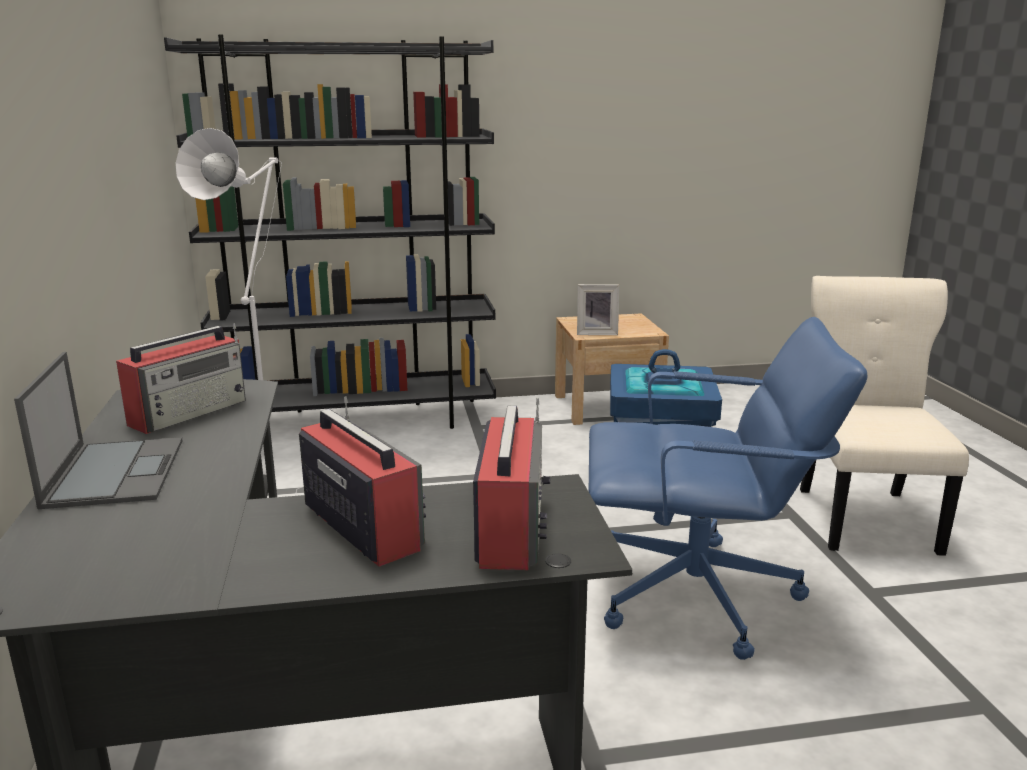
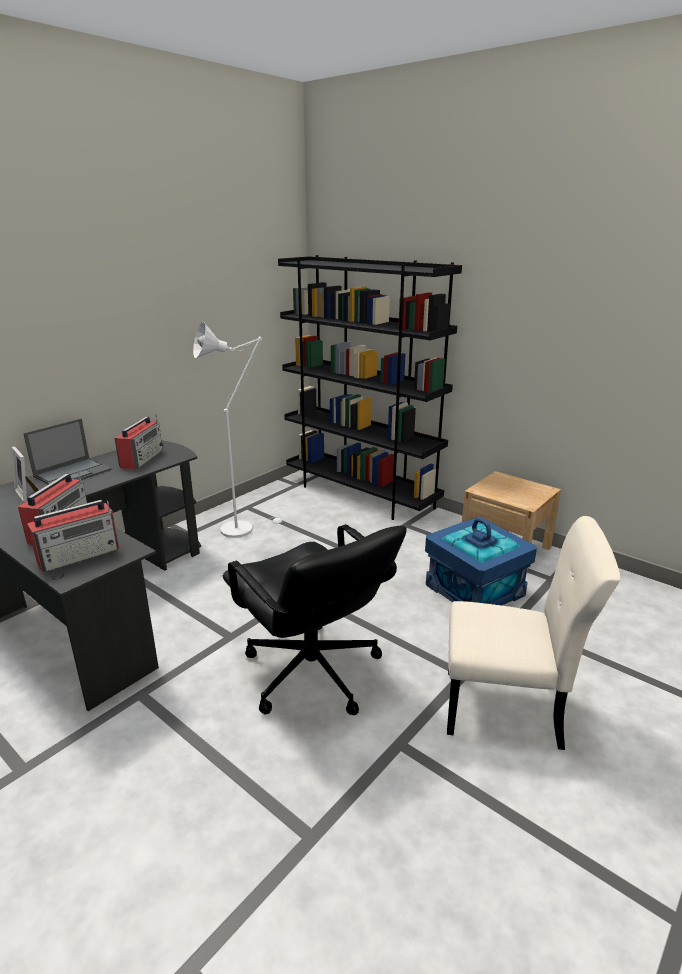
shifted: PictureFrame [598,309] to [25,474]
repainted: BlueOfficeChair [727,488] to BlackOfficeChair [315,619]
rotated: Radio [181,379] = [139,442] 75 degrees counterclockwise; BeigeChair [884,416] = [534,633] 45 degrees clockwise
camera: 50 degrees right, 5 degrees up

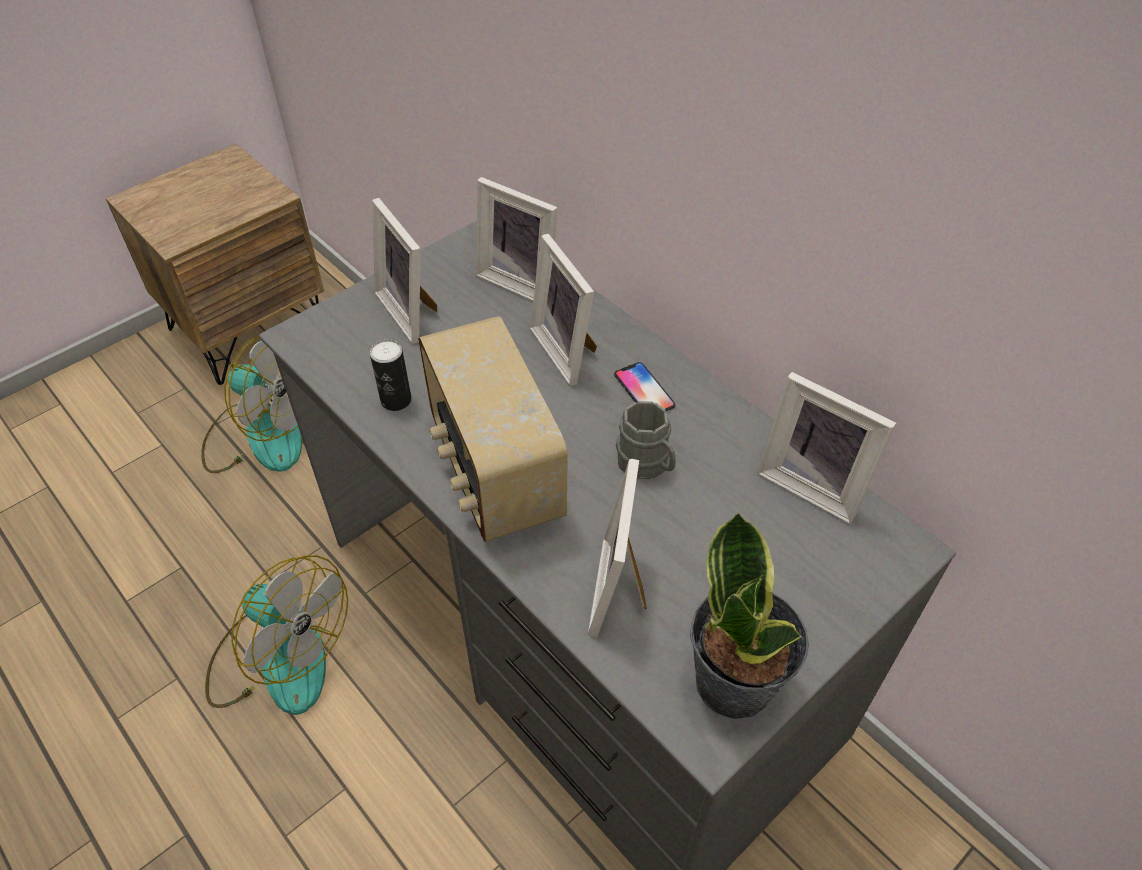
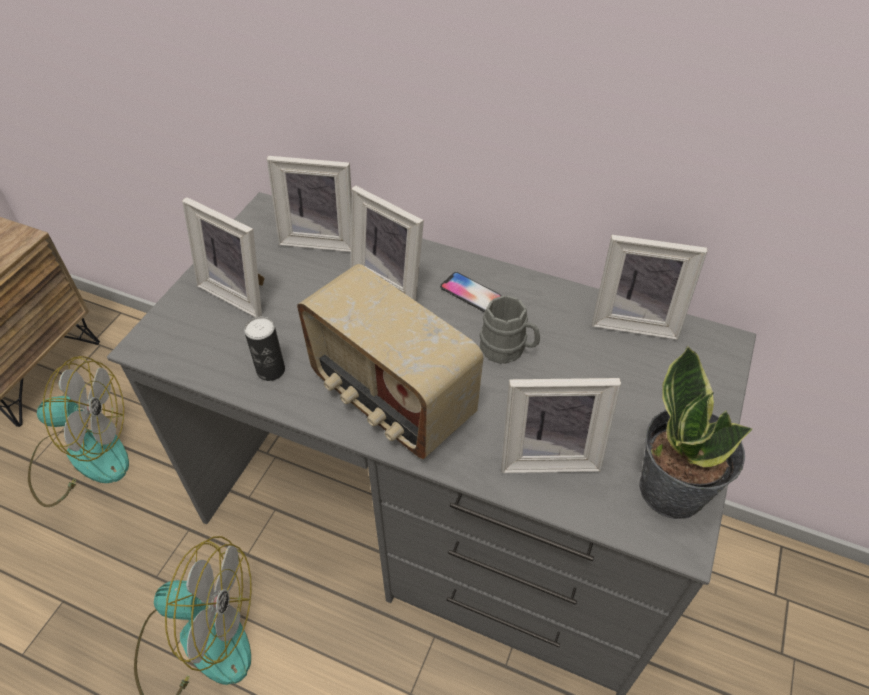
rotated: PictureFrame [617,548] = [561,425] 75 degrees counterclockwise
camera: 25 degrees left, 0 degrees up

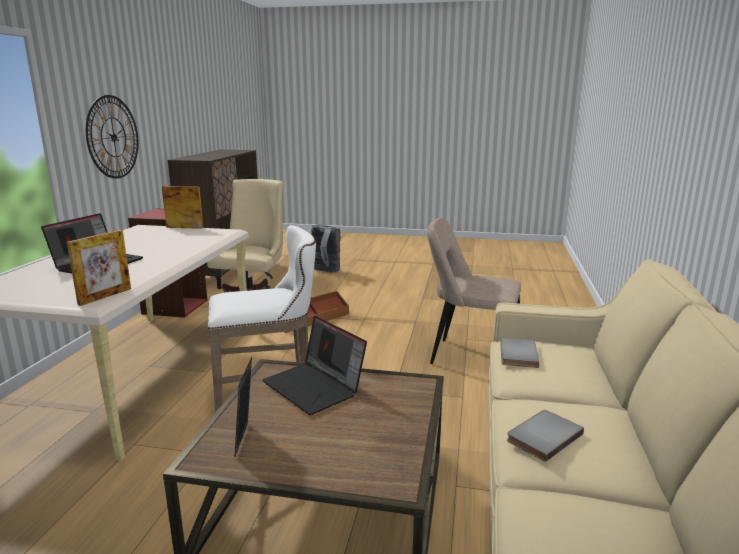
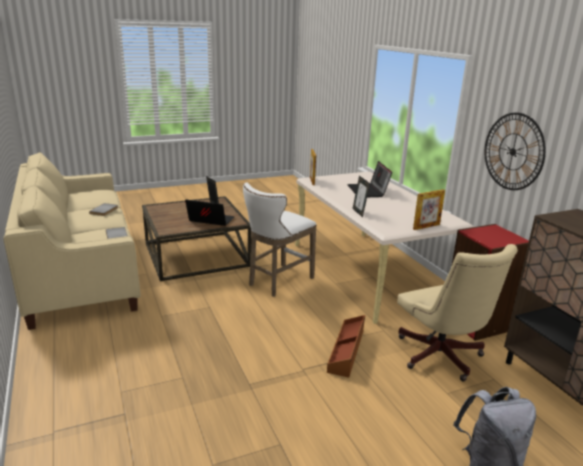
gone: BeigeChair [474,291]
new: PictureFrame [361,197]
camera: 145 degrees right, 5 degrees up

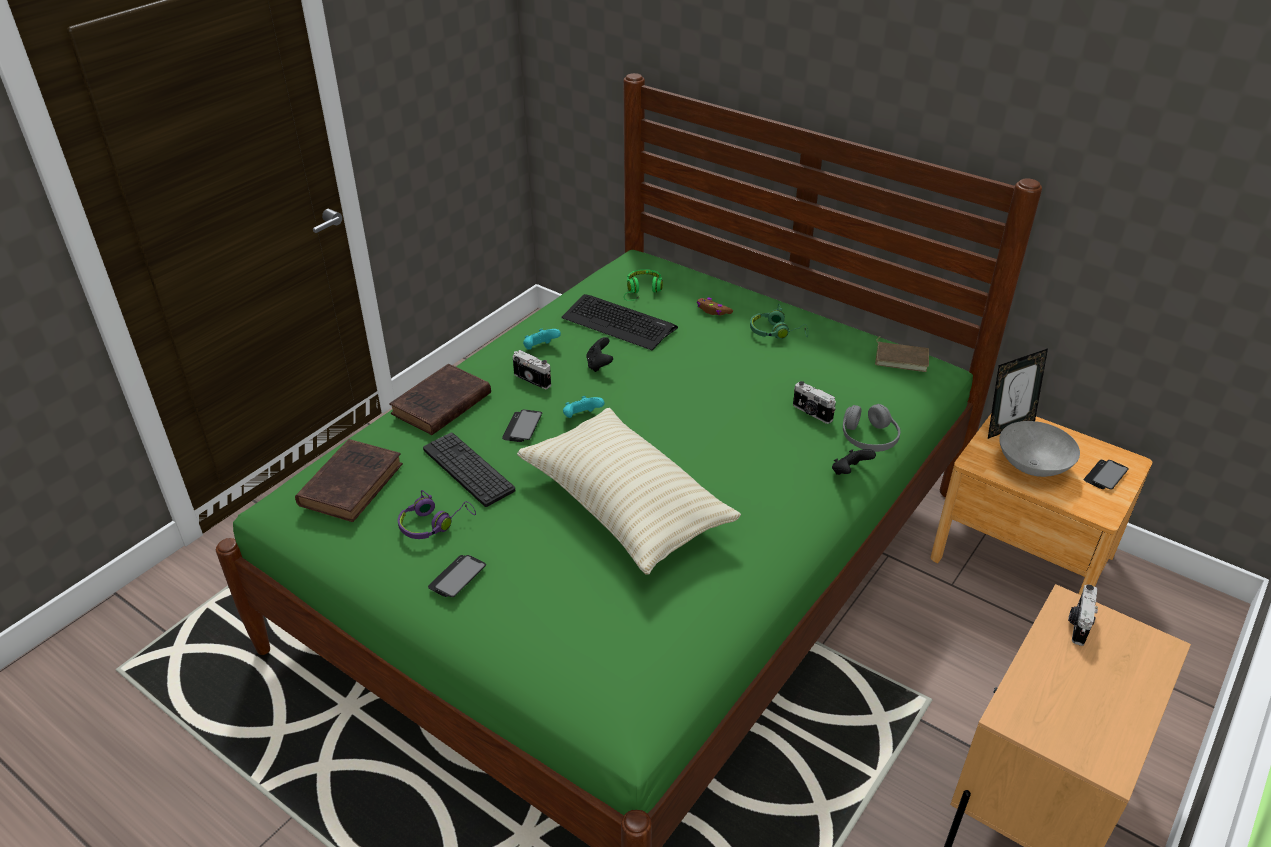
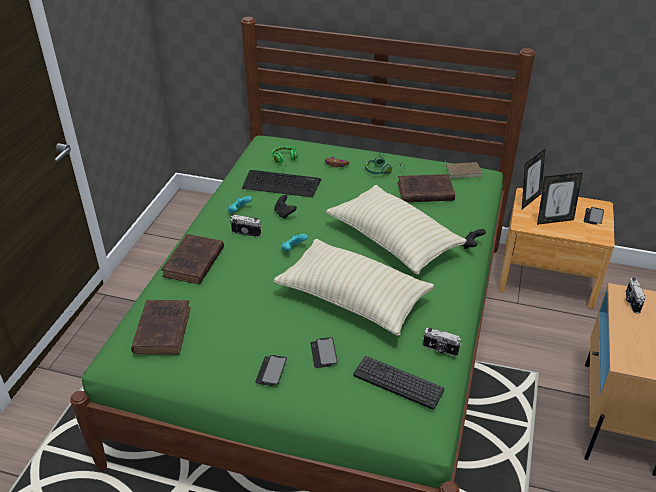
gone: PurpleHeadphones [437,514]; GreyHeadphones [871,428]
new: BeigePillow [396,230]; BrownBook [426,188]
shifted: Keyboard [469,470] to [399,383]; Phone [522,425] to [324,352]; PhotoCamera [814,402] to [442,342]
swapped: GreyBowl [1039,449] to PictureFrame [560,198]
camera: 20 degrees left, 0 degrees up

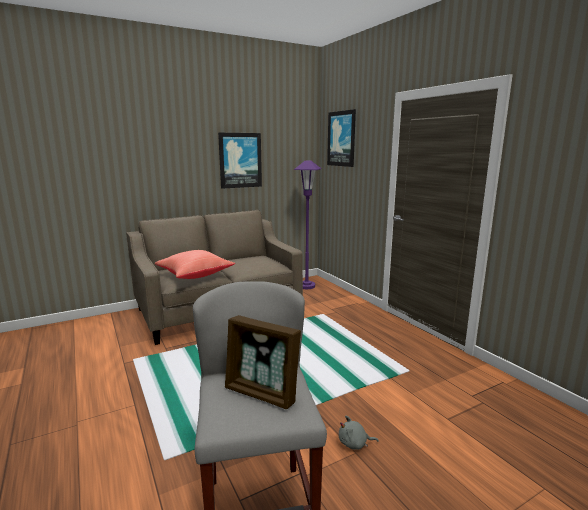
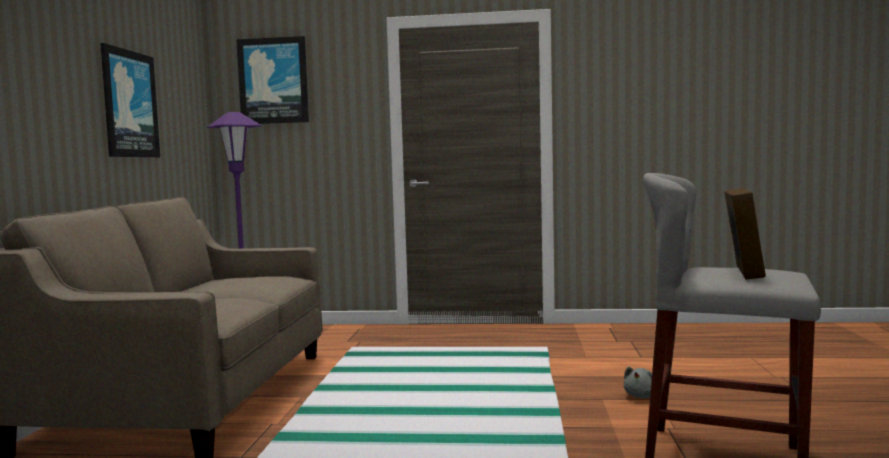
gone: RedPillow [195,264]
rotated: PictureFrame [263,362] = [745,233] 45 degrees counterclockwise
camera: 55 degrees left, 10 degrees down

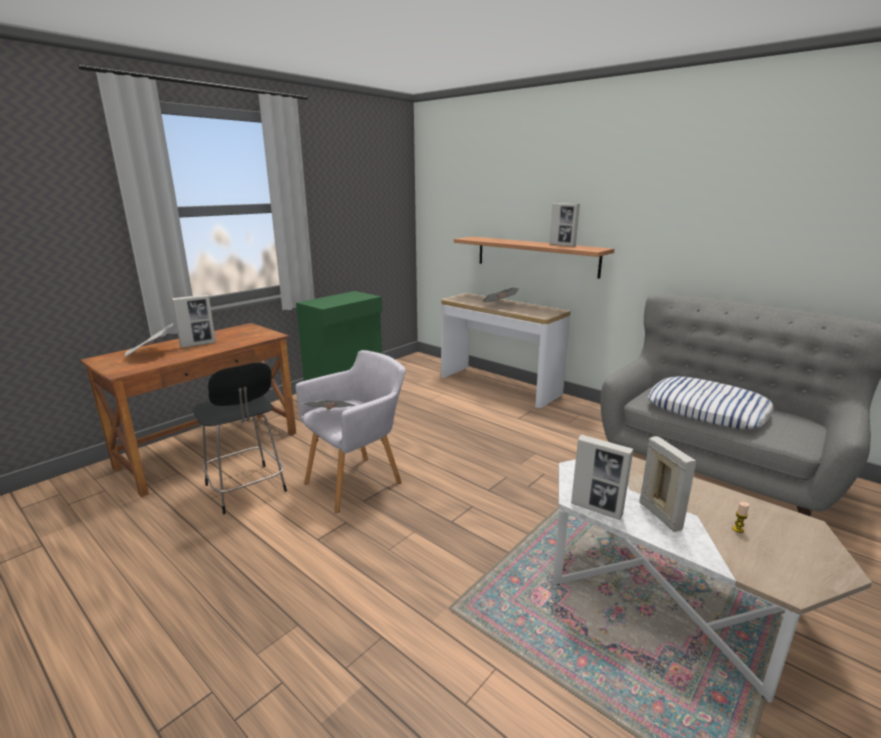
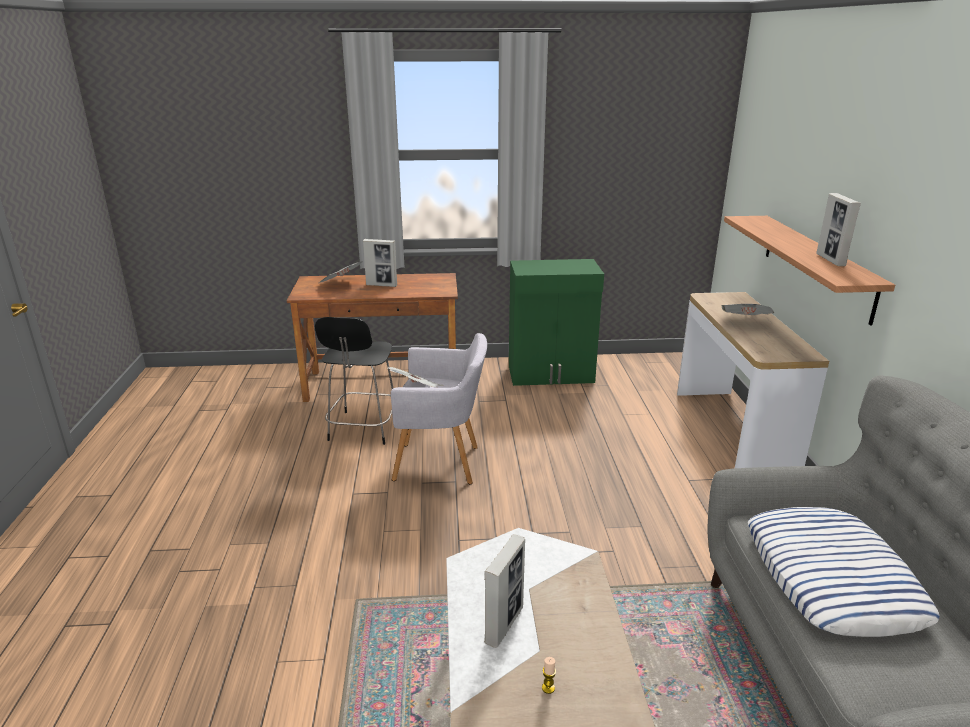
gone: PictureFrame [602,477]
camera: 45 degrees right, 5 degrees up

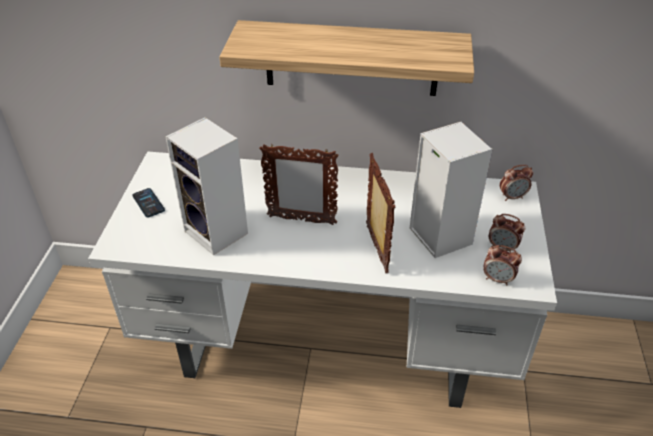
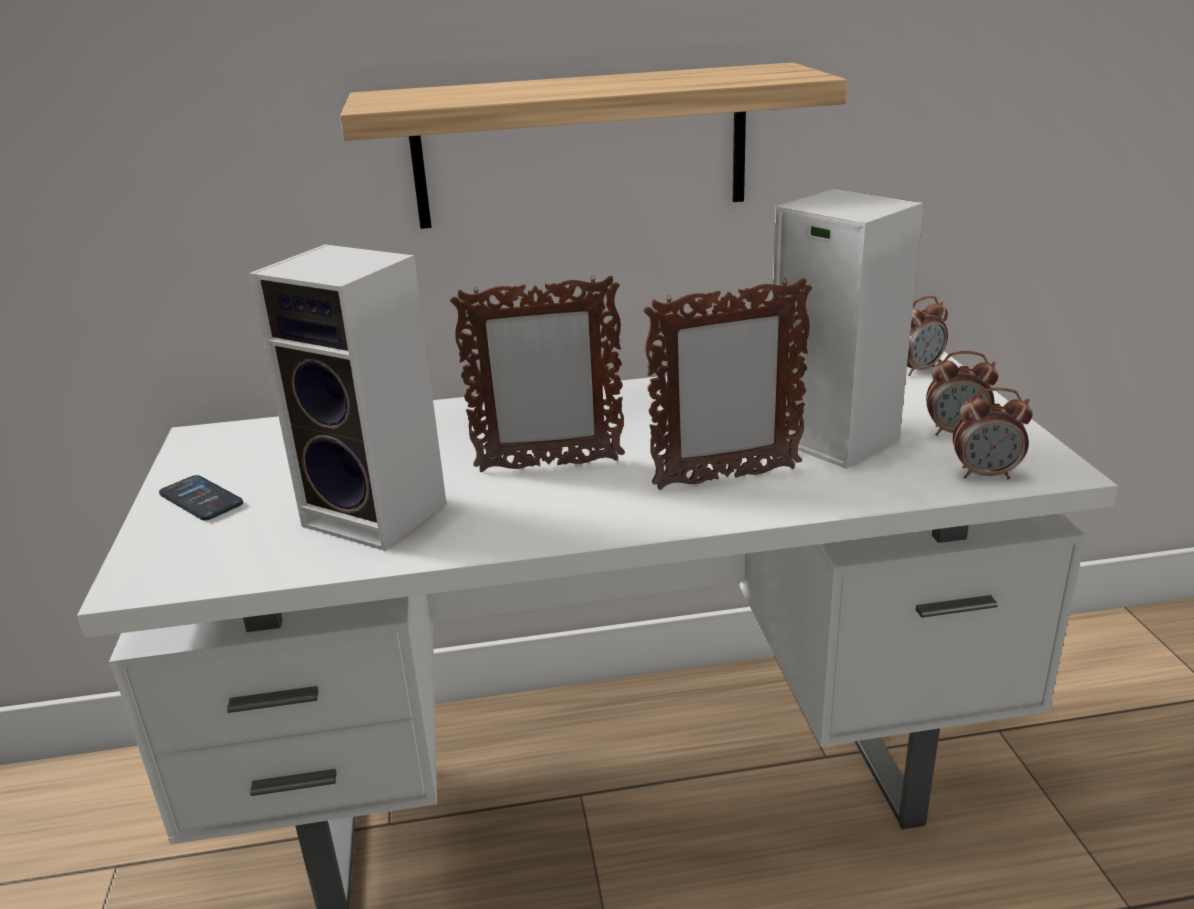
rotated: PictureFrame [381,213] = [727,384] 105 degrees clockwise
camera: 15 degrees left, 15 degrees down

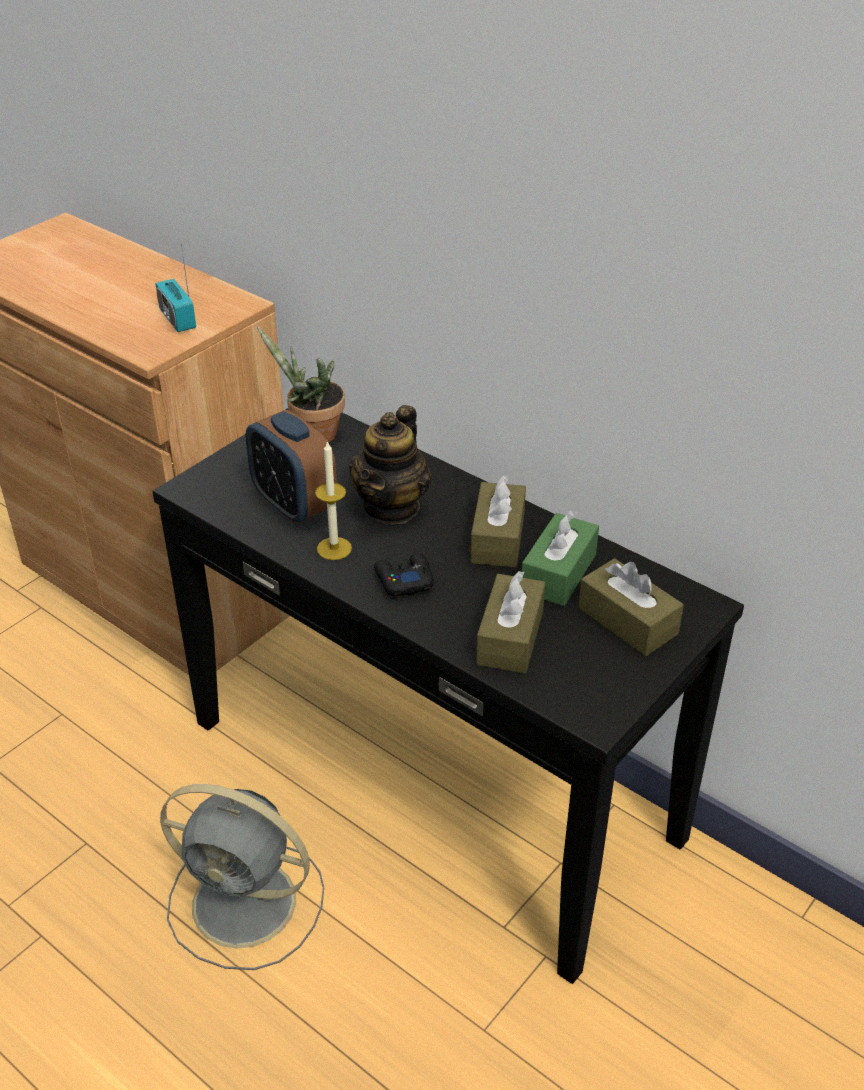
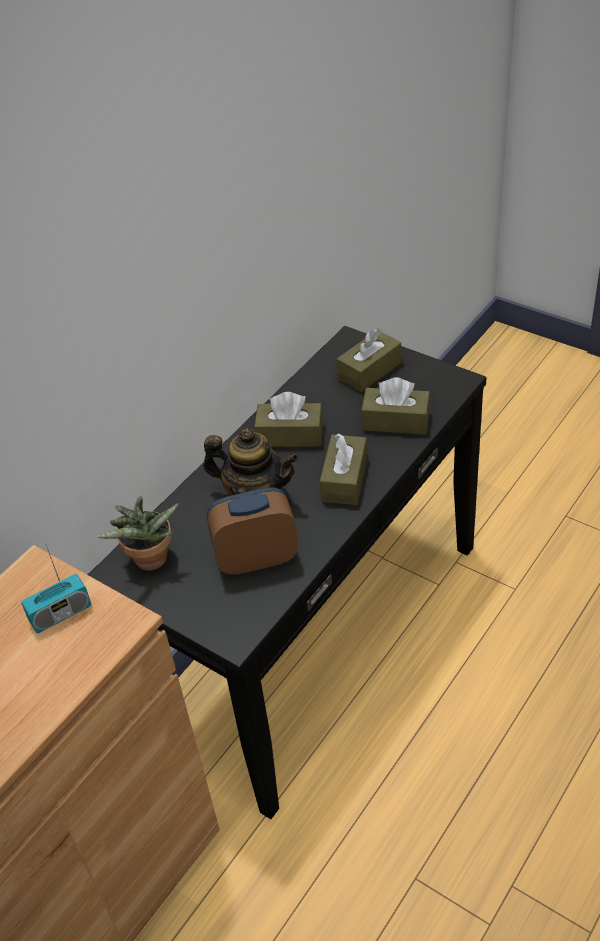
gone: GreyFan [242,877]; Candle [333,500]; GreenTissueBox [560,558]
swapped: BlackGameController [404,575] to BrownTissueBox [343,469]
rotated: AlarmClock [291,467] = [252,531] 150 degrees counterclockwise
camera: 90 degrees left, 5 degrees up

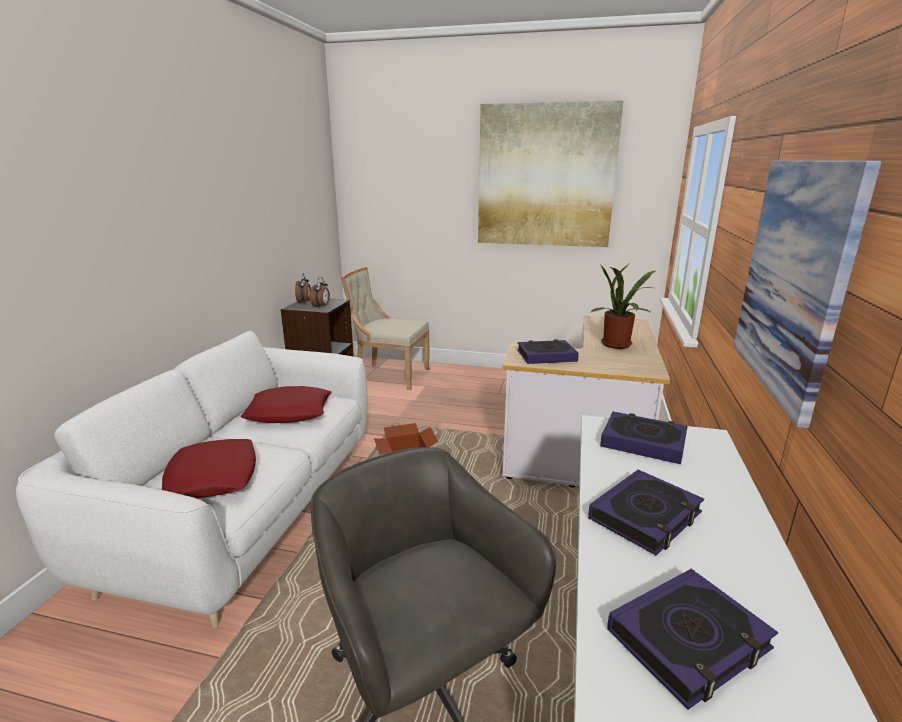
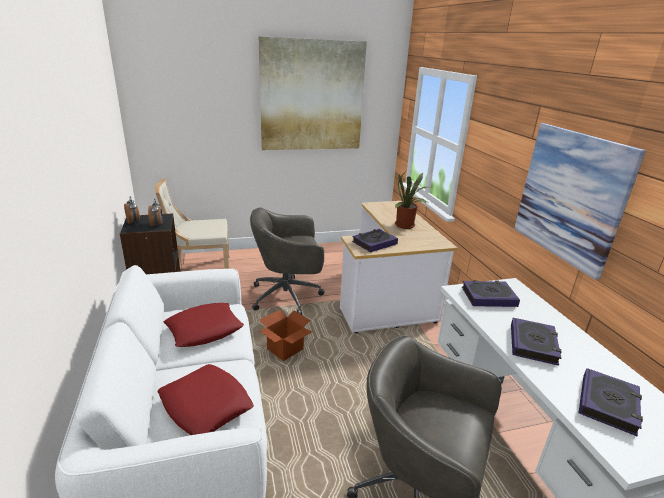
new: GreyOfficeChair [287,261]
camera: 30 degrees left, 5 degrees up

